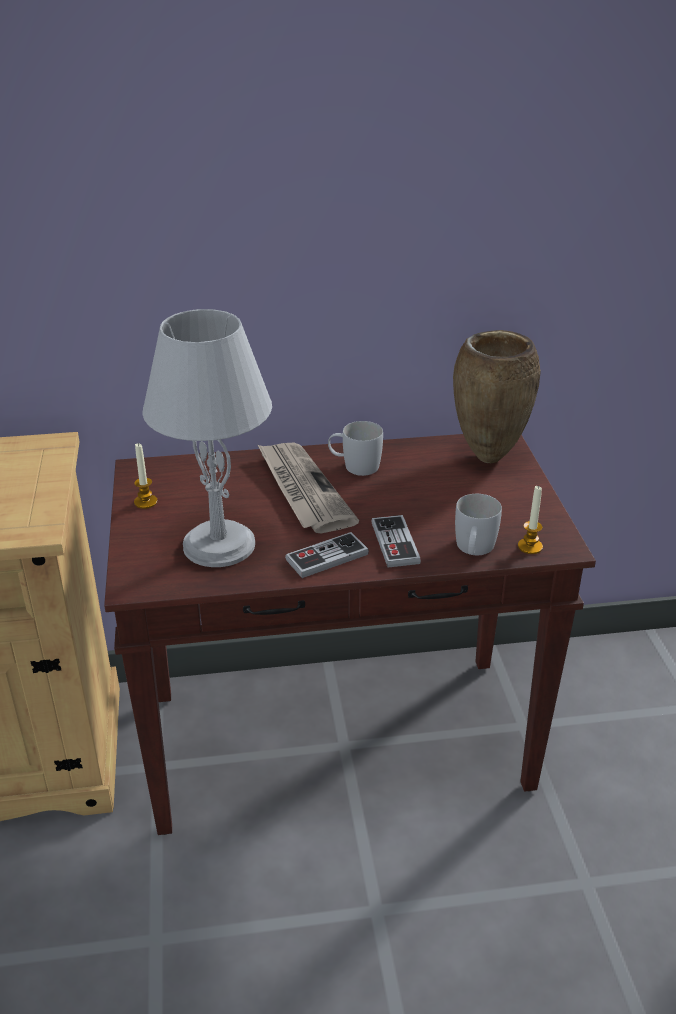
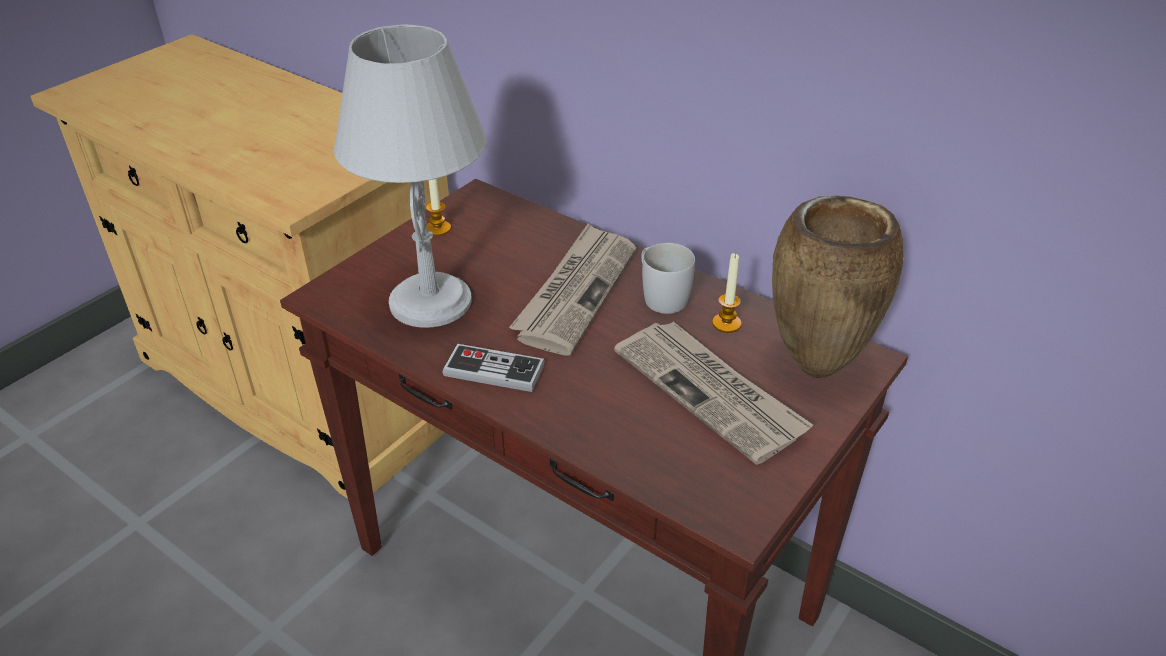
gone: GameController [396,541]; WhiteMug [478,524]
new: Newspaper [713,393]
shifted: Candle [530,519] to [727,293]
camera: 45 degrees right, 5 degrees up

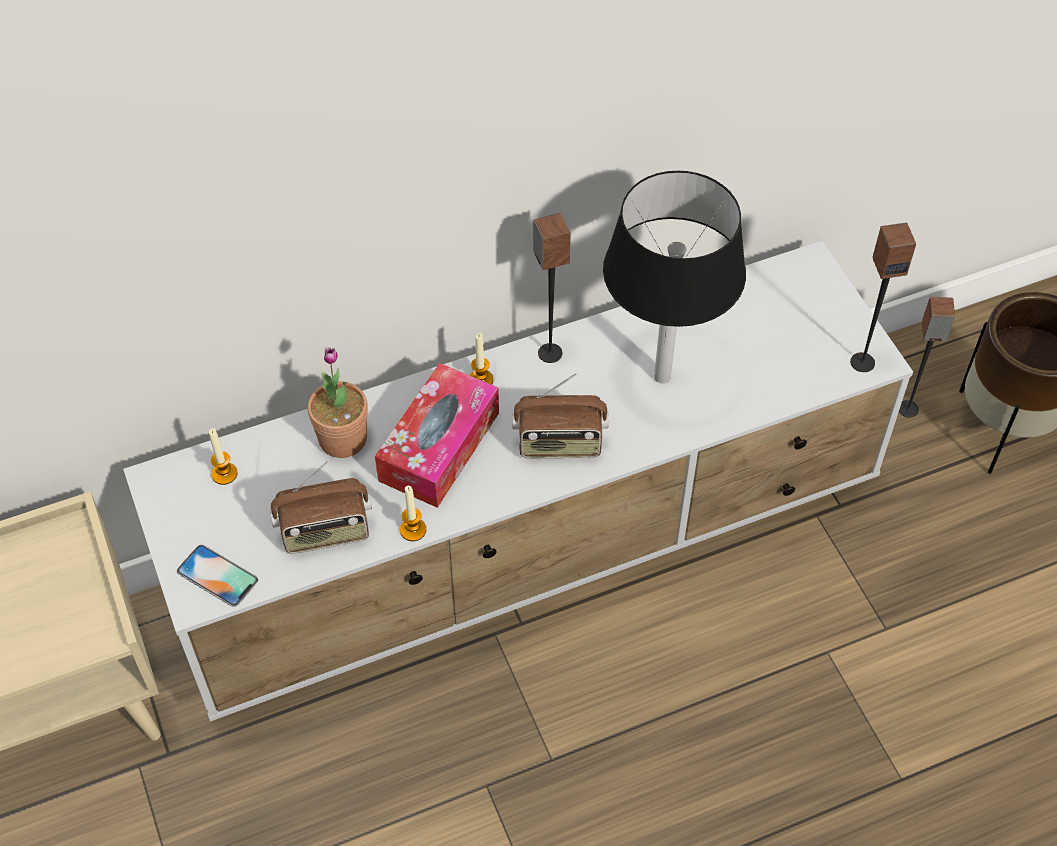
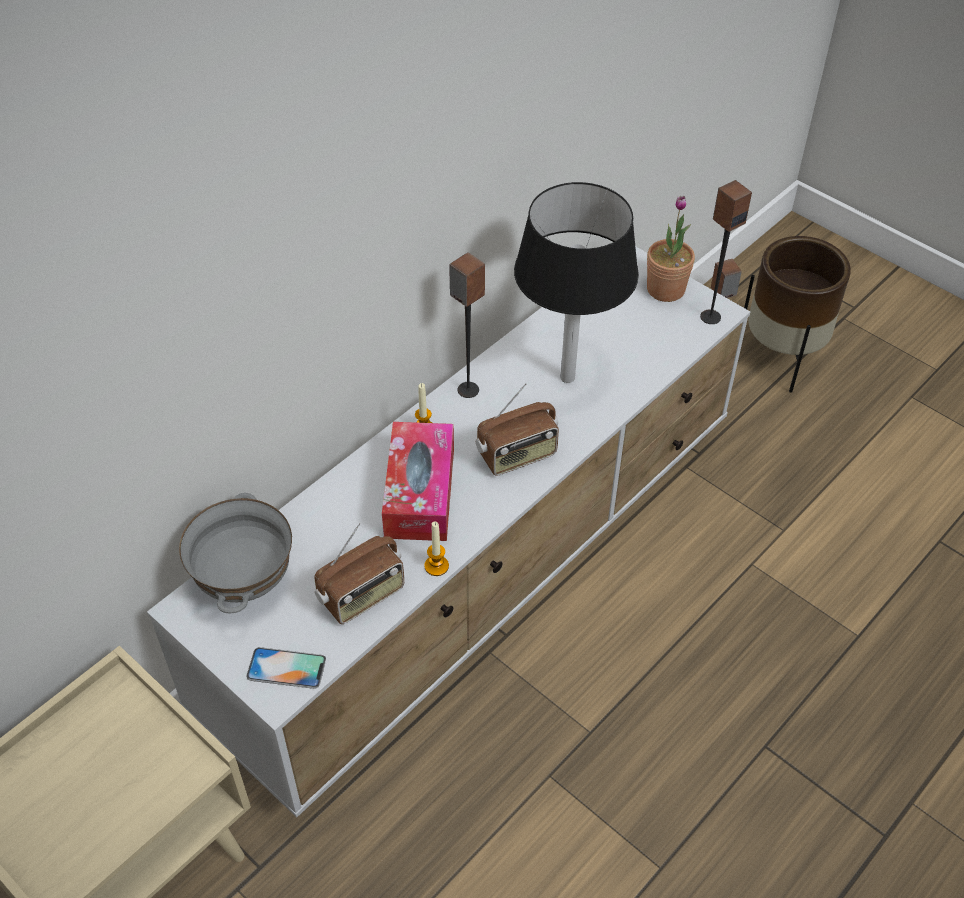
shifted: PottedPlant [338,402] to [671,249]
swapped: Candle [223,456] to GreyBowl [235,553]
camera: 25 degrees left, 5 degrees down

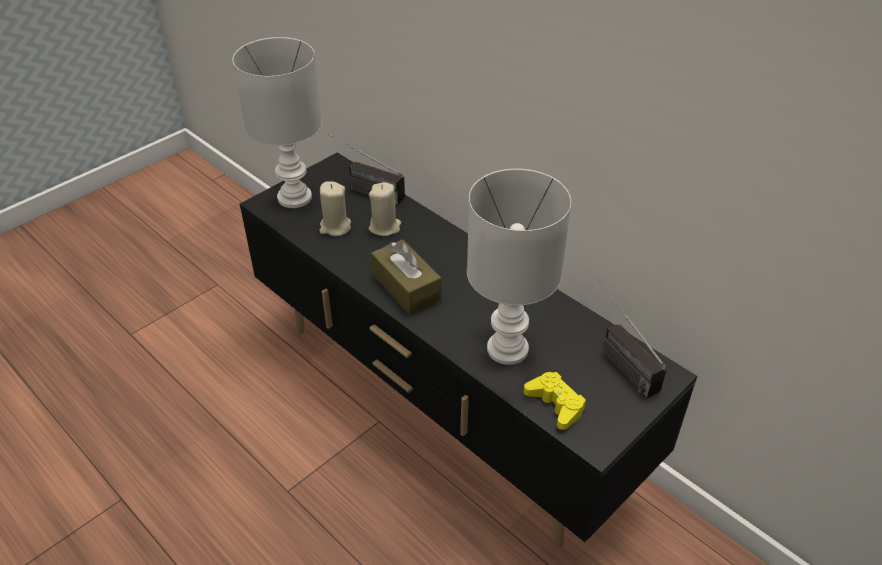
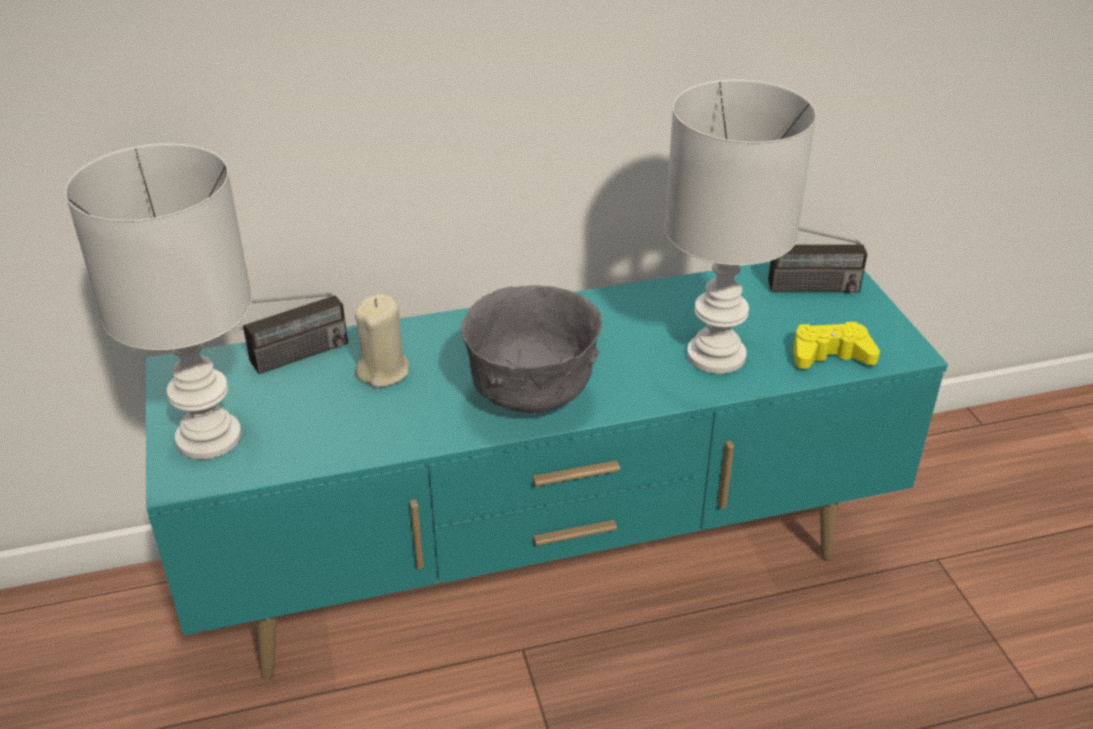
gone: BeigeCandle [335,208]
swapped: BrownTissueBox [406,277] to GreyBowl [531,349]
repainted: BlackTvStand [468,350] to TurquoiseTvStand [546,470]
camera: 60 degrees left, 5 degrees down

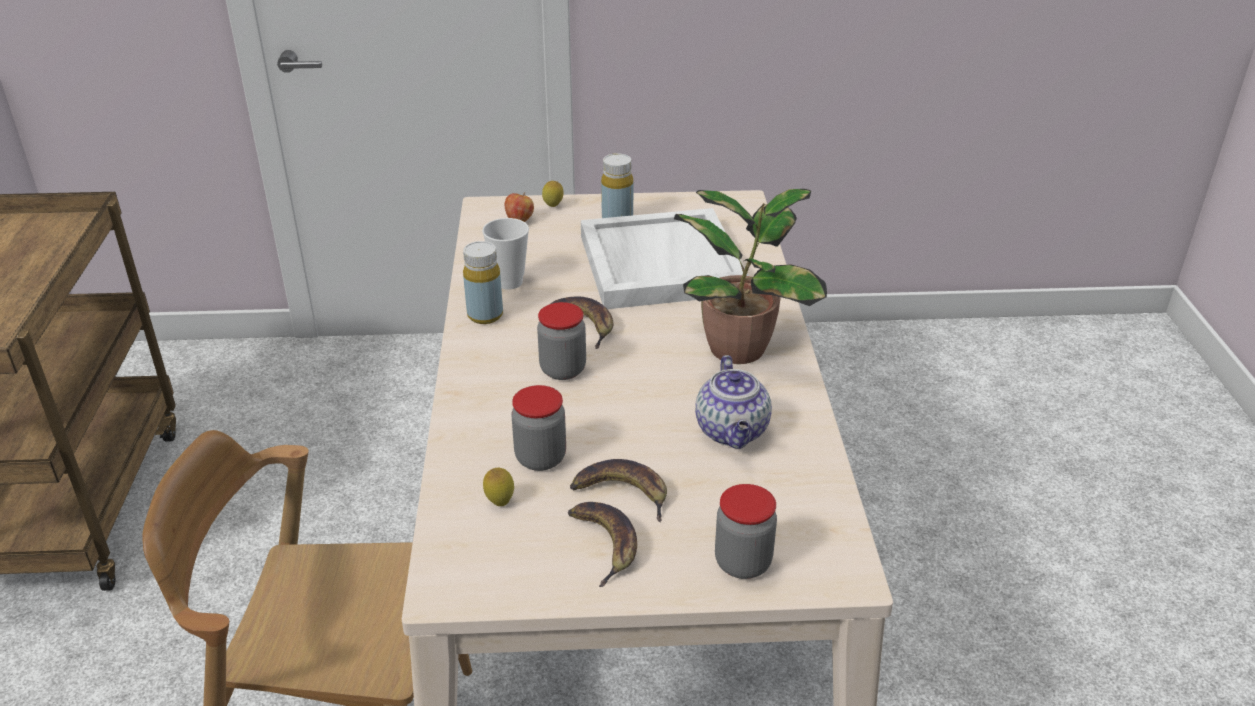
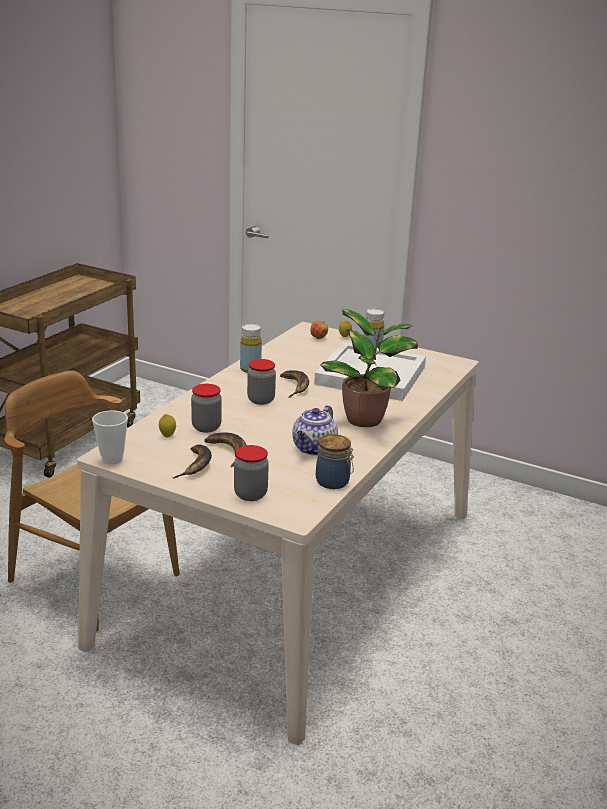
new: Jar [335,461]
shifted: Cup [505,253] to [110,437]
camera: 30 degrees right, 10 degrees down

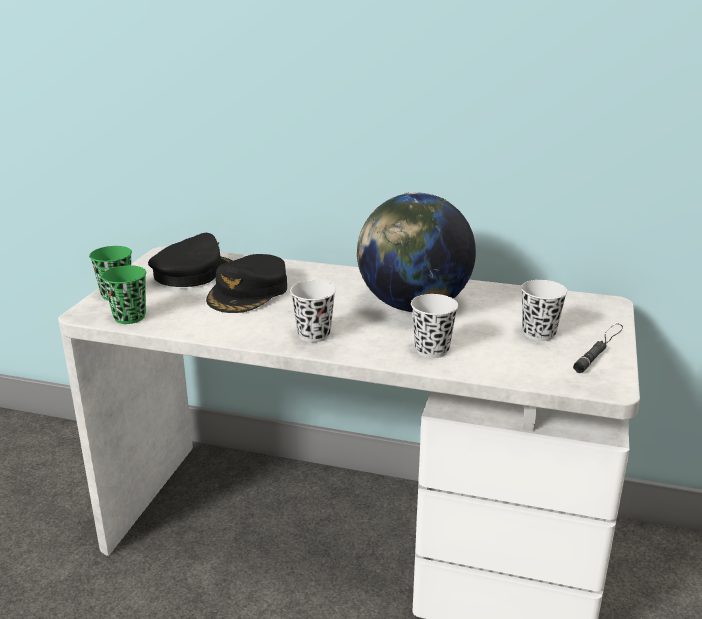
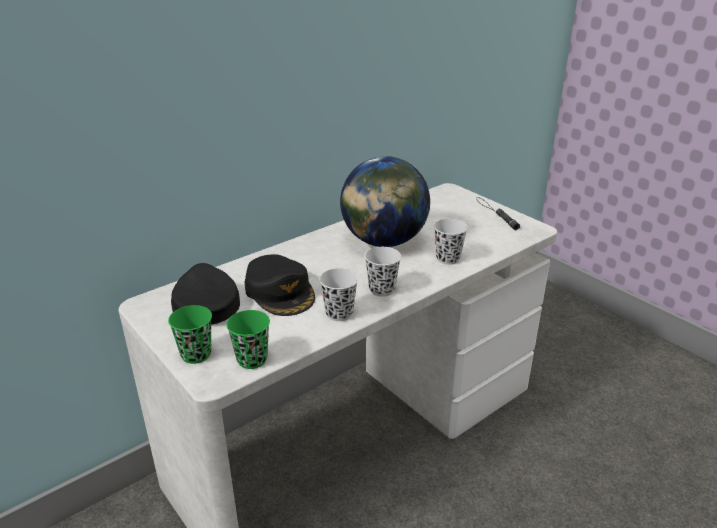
shifted: WhiteCup [544,310] to [338,294]
camera: 55 degrees left, 5 degrees up

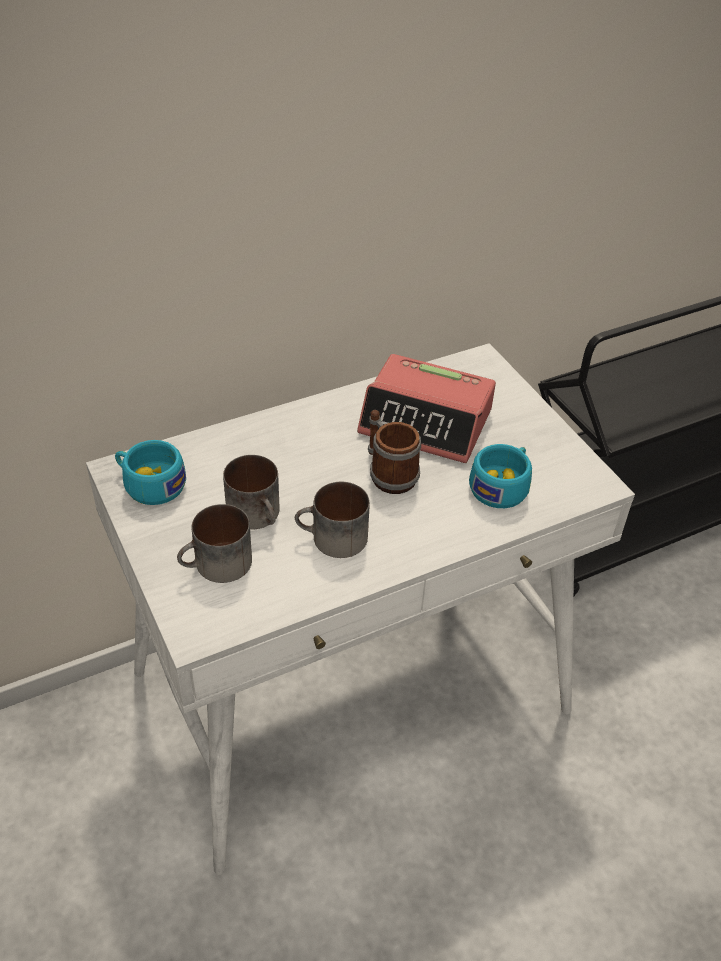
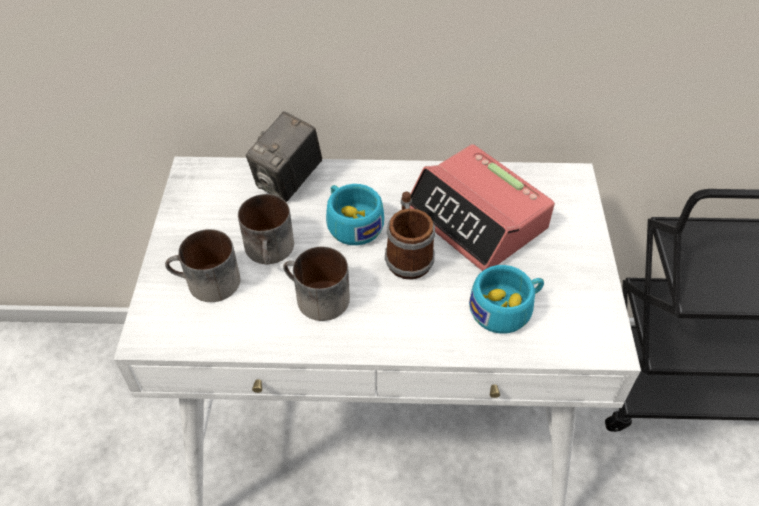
new: PhotoCamera [284,156]
shifted: TurquoiseCup [150,472] to [355,214]
camera: 30 degrees right, 5 degrees up

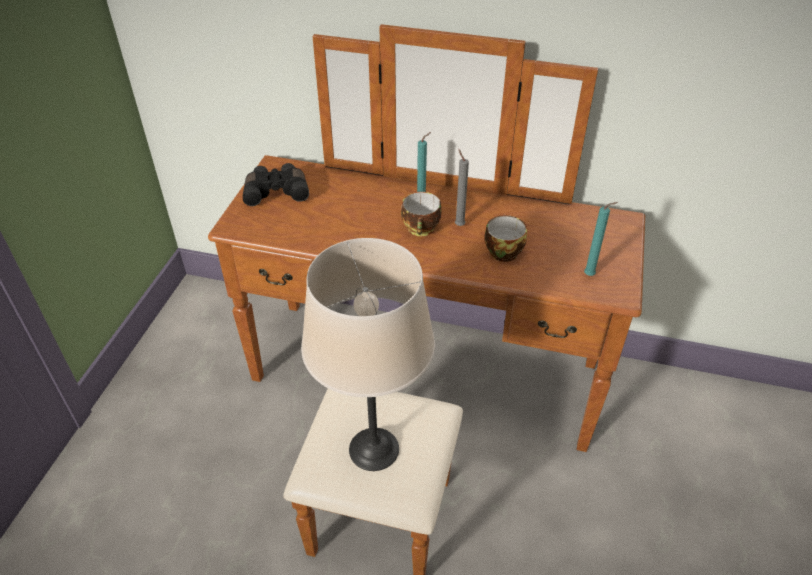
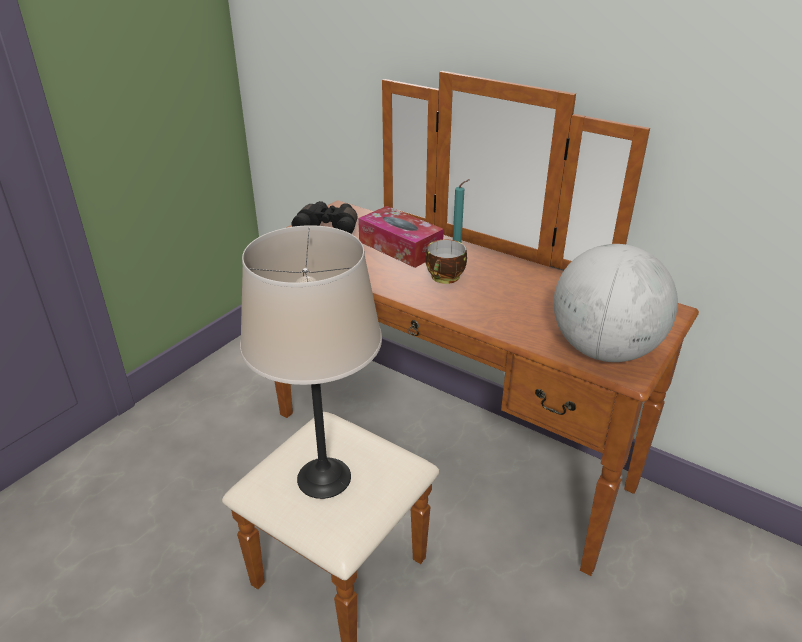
gone: GreyCandle [462,187]; Cup [506,238]
new: TissueBox [401,237]
swapped: TurquoiseCandle [601,239] to Globe [616,303]
camera: 20 degrees right, 10 degrees down

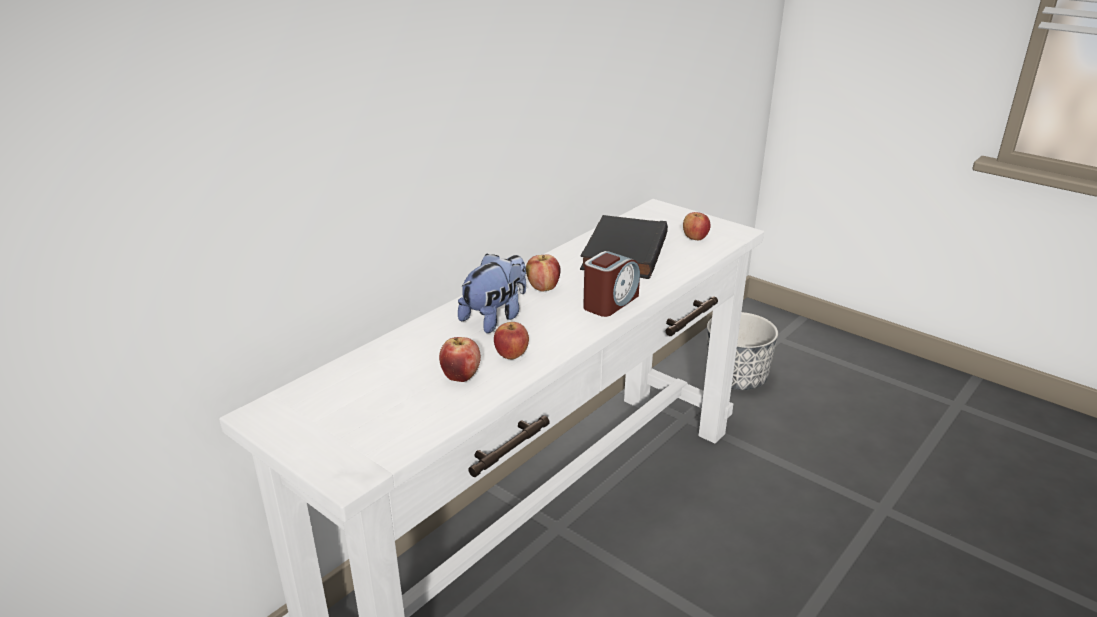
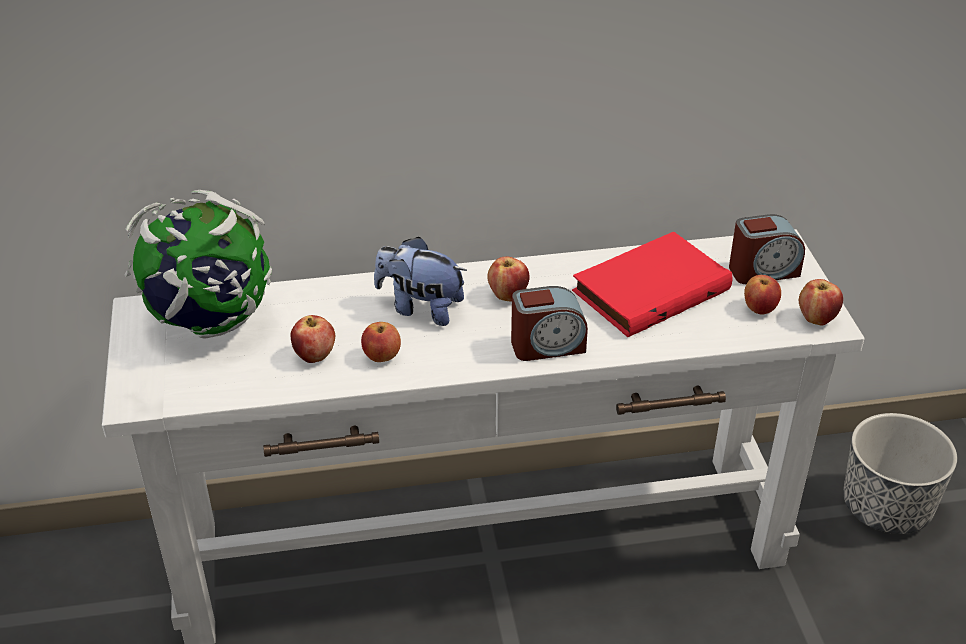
new: Globe [198,264]; AlarmClock [767,249]; Apple [821,302]
repainted: BlackBook [624,247] to RedBook [652,284]
rotated: PlushToy [492,293] = [420,281] 150 degrees counterclockwise
camera: 40 degrees right, 10 degrees up

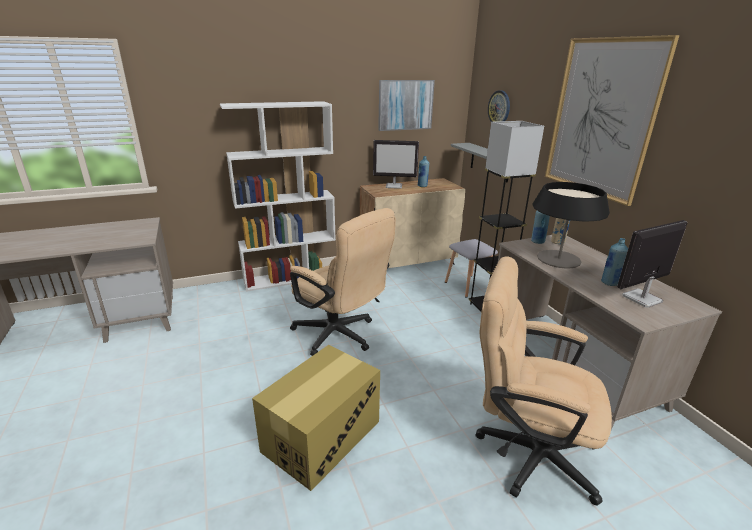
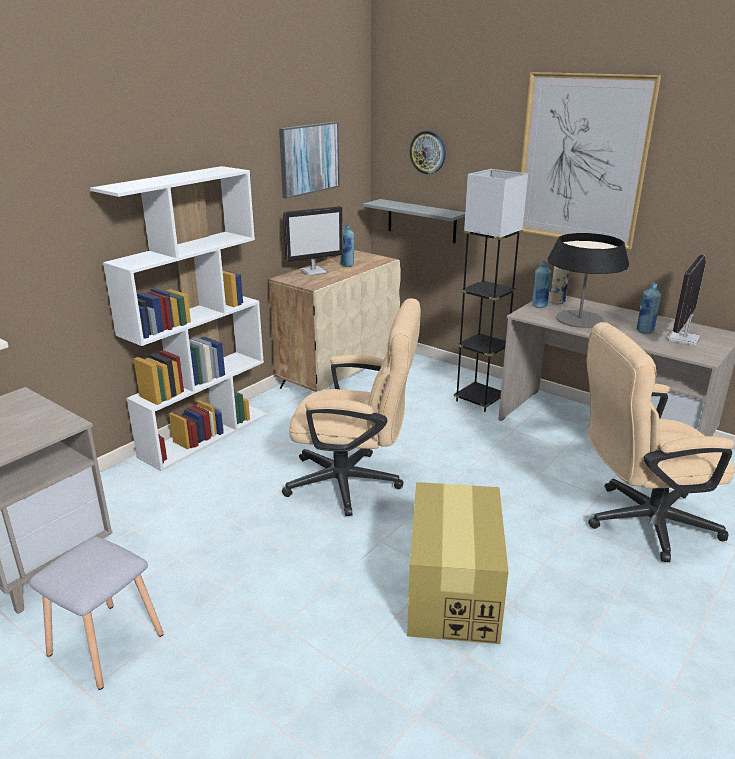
shifted: GreyStool [471,268] to [96,613]
camera: 30 degrees left, 0 degrees up

